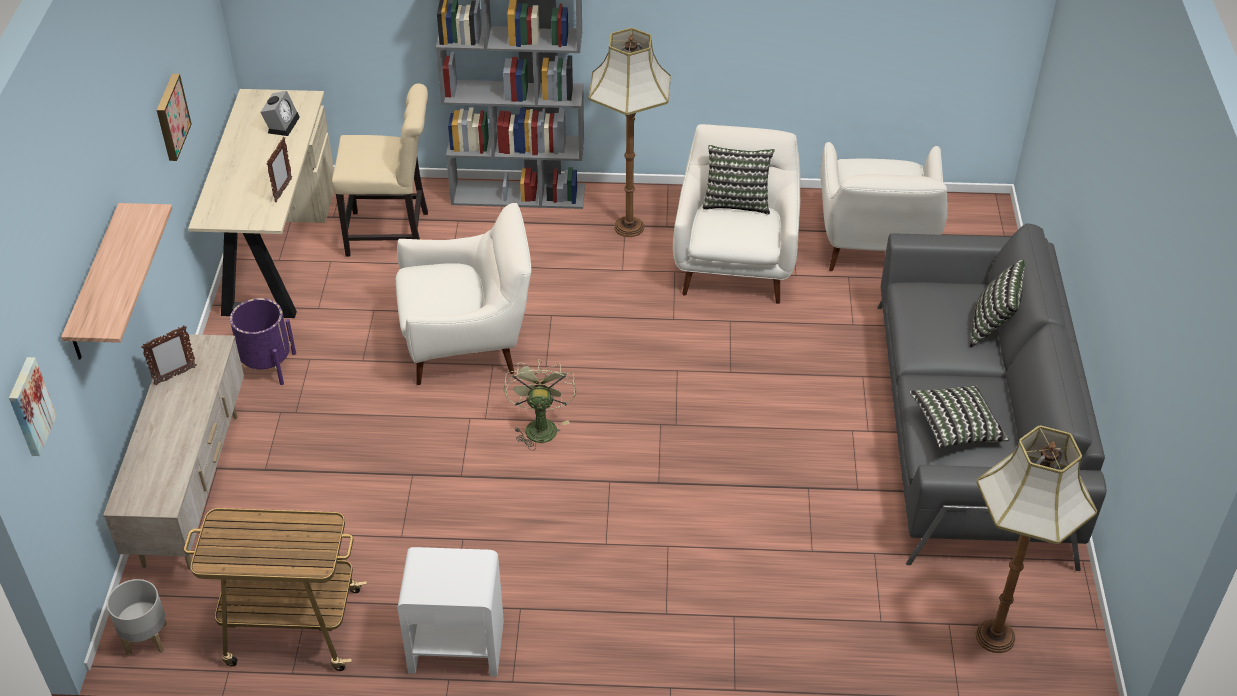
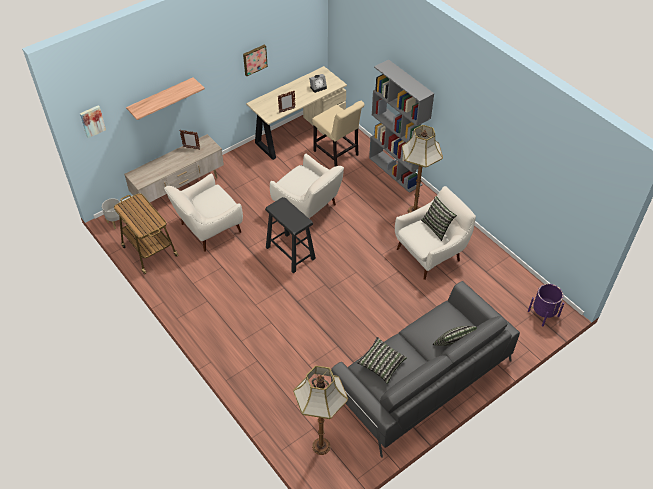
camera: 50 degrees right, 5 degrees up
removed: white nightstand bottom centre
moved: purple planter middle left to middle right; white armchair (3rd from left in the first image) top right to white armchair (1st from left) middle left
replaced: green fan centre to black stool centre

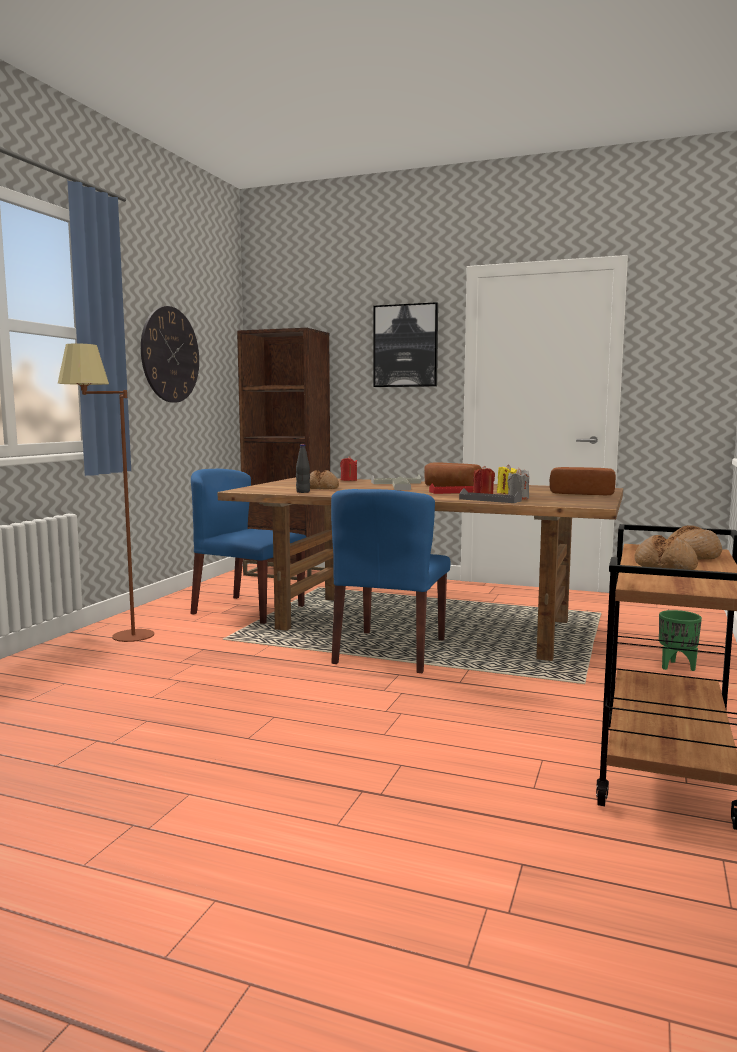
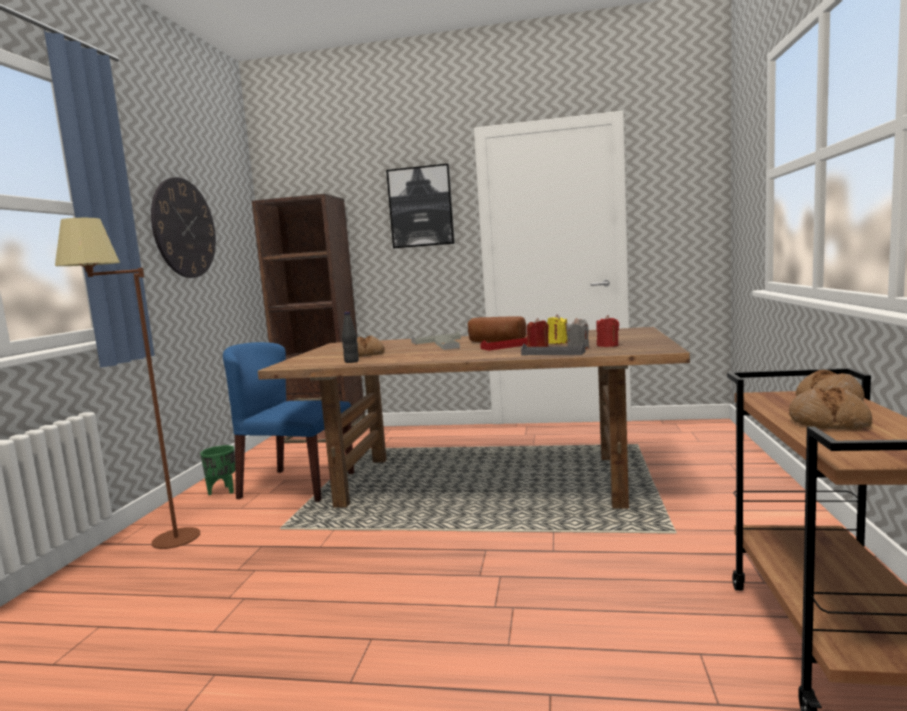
camera: 10 degrees left, 0 degrees up
removed: blue chair (2nd from left) centre; bread (3rd from left) middle right
moved: red candle (1st from left in the first image) centre to red candle (2nd from left) middle right; green planter middle right to middle left

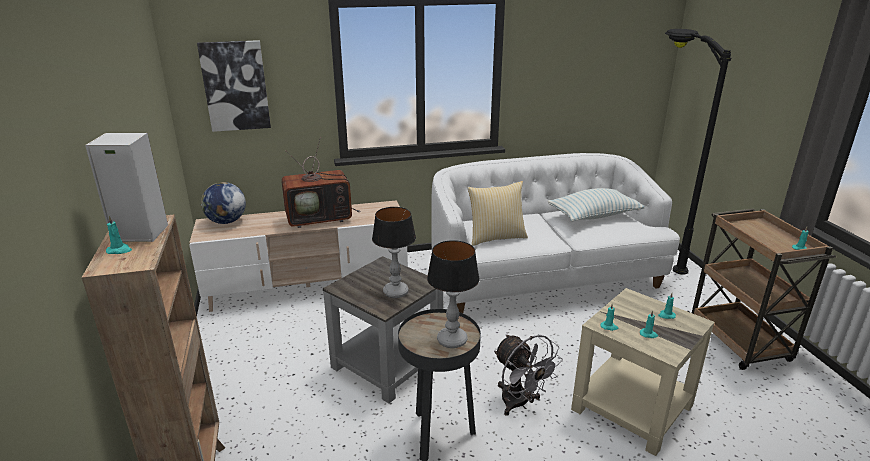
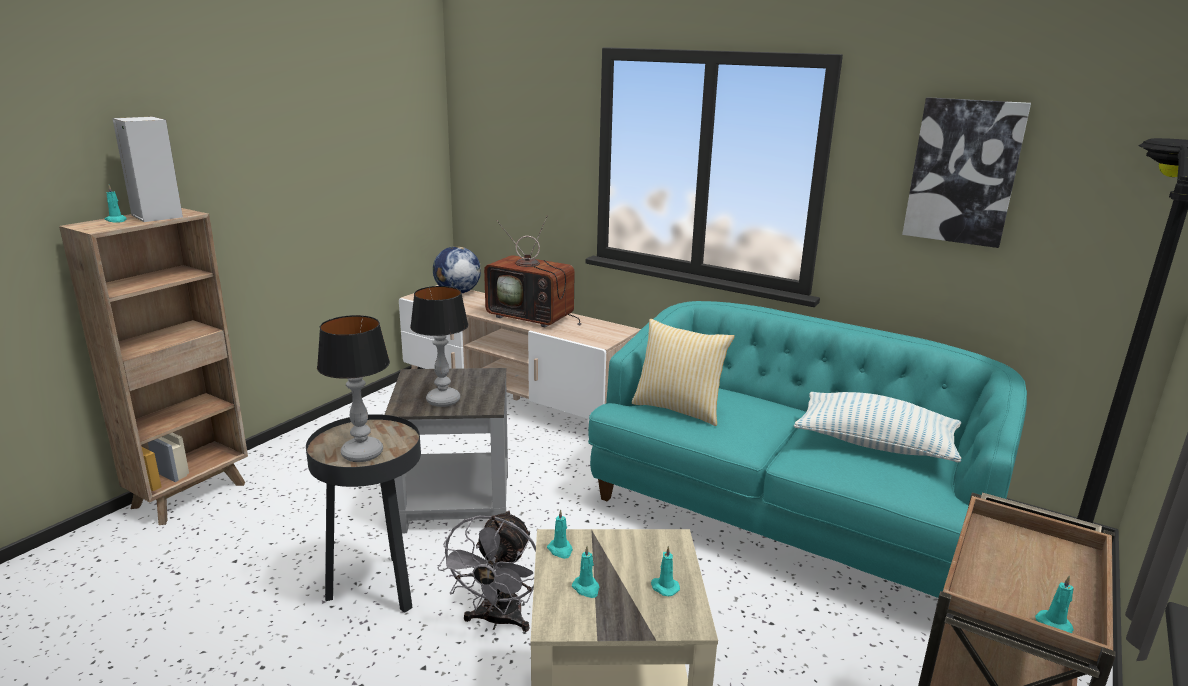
camera: 45 degrees right, 5 degrees down
moved: picture top left to top right
recoloured: white sofa centre to turquoise sofa middle right

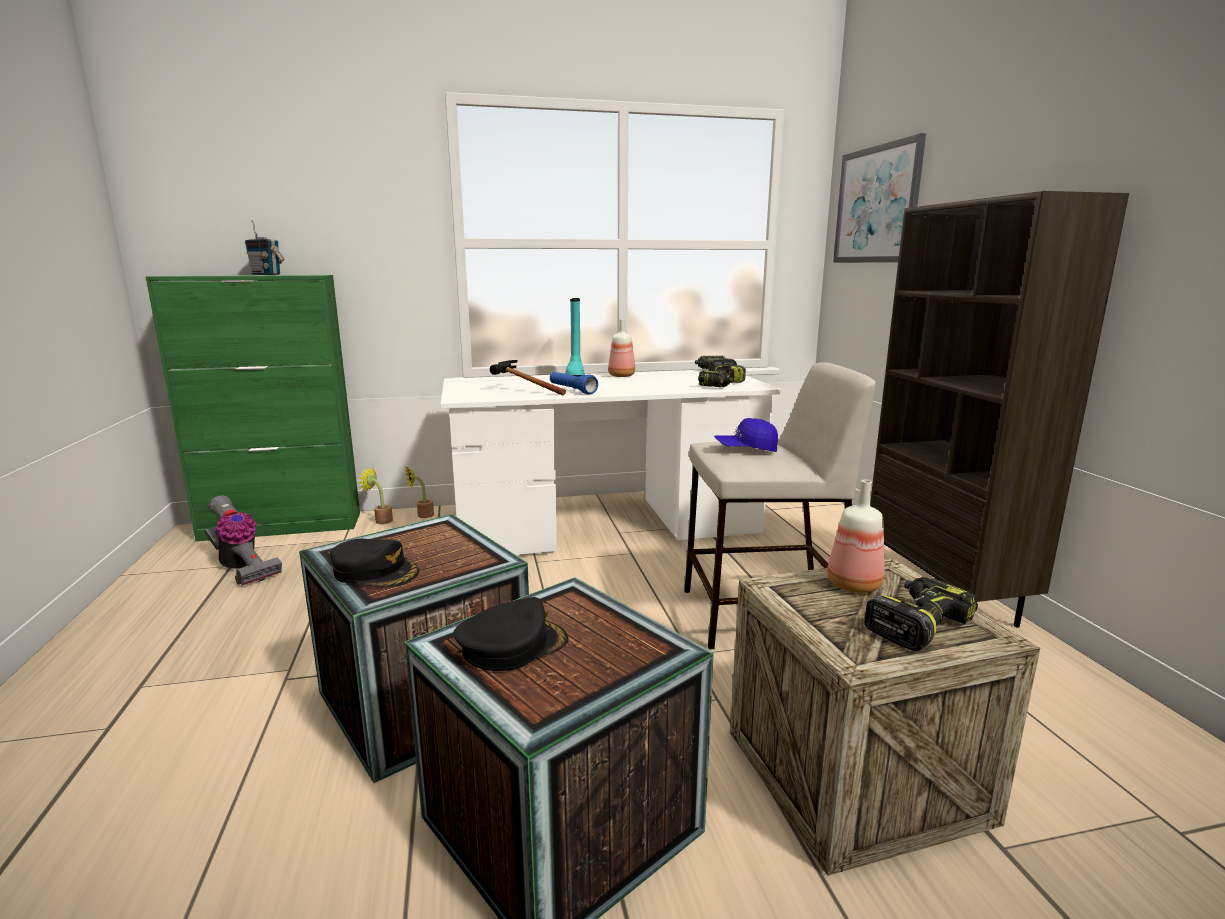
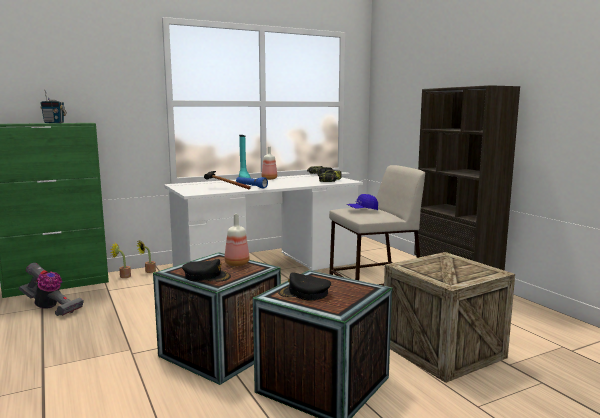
camera: 15 degrees left, 5 degrees down
removed: picture top right; power drill (3rd from left) bottom right
moved: bottle (2nd from left in the first image) middle right to bottle (1st from left) centre
turned: black cap (2nd from left) bottom centre = bottom centre 120 degrees counterclockwise

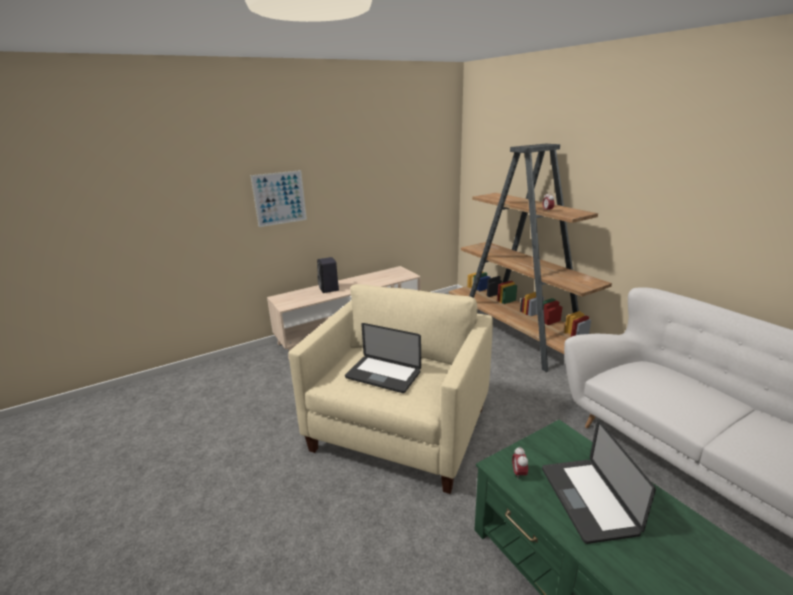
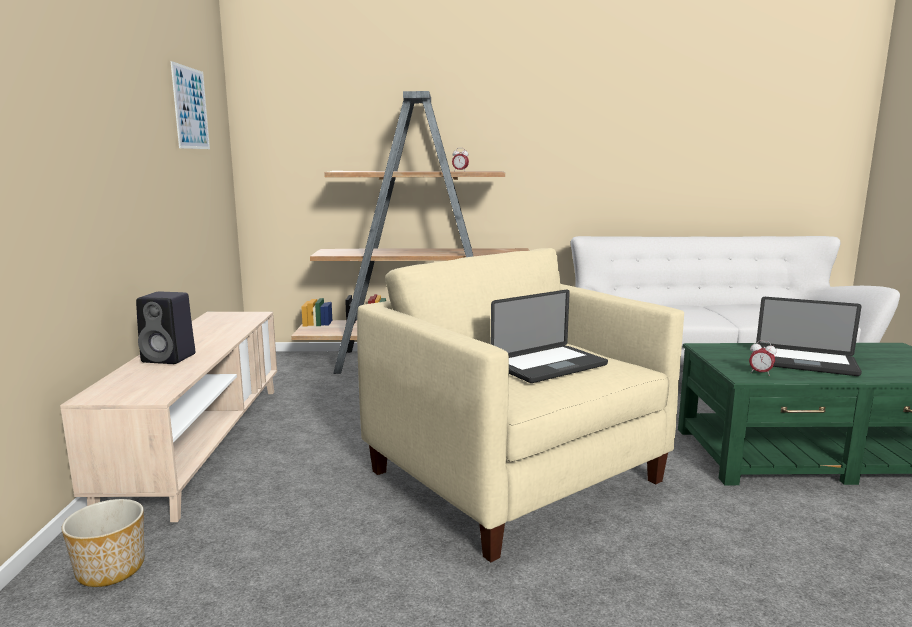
camera: 60 degrees left, 10 degrees down
added: planter bottom left
moved: picture top centre to top left

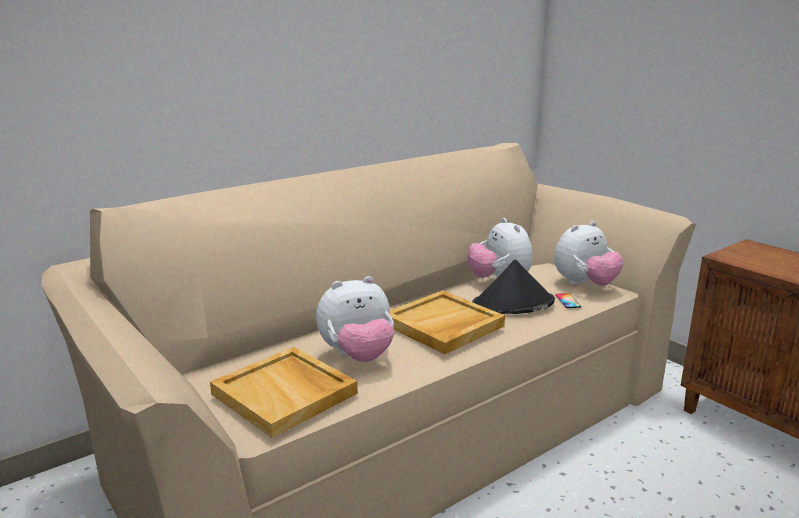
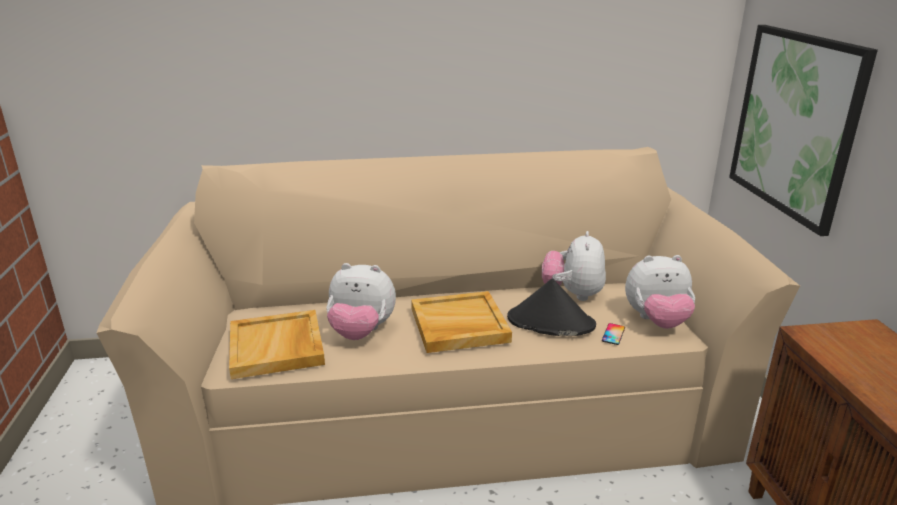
camera: 30 degrees right, 5 degrees up
added: picture top right

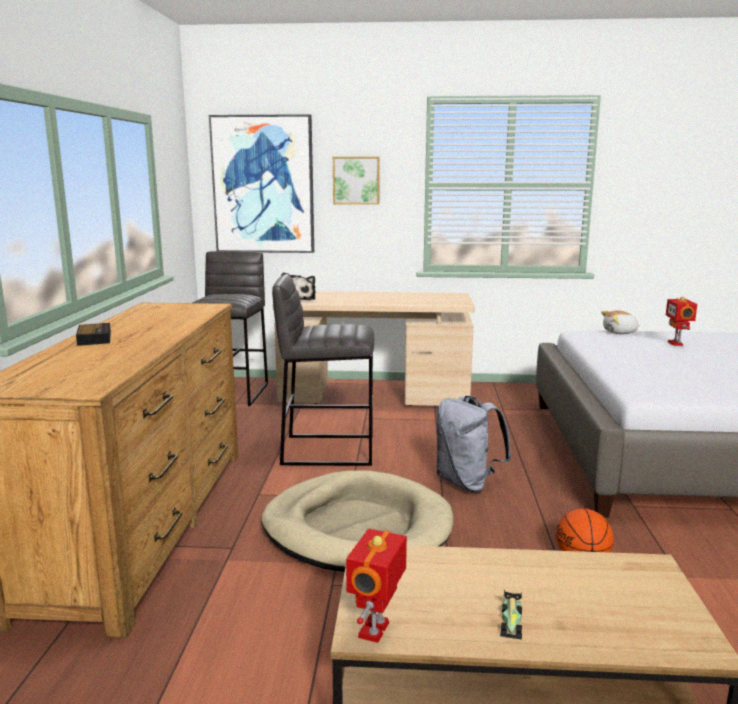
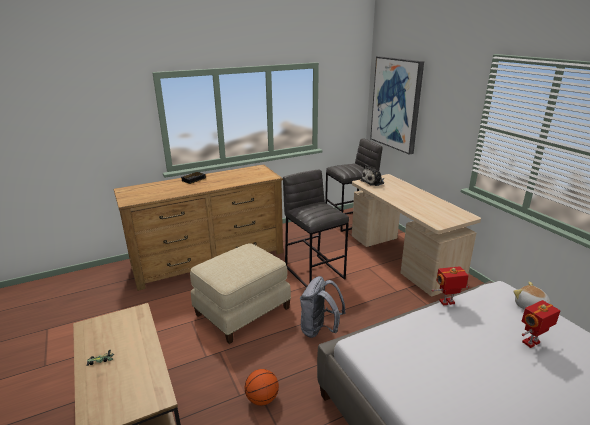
camera: 60 degrees right, 10 degrees up
removed: picture (2nd from left) top centre
moved: toy robot (1st from left) bottom centre to bottom right
replaced: beige dog bed bottom centre to beige ottoman bottom centre

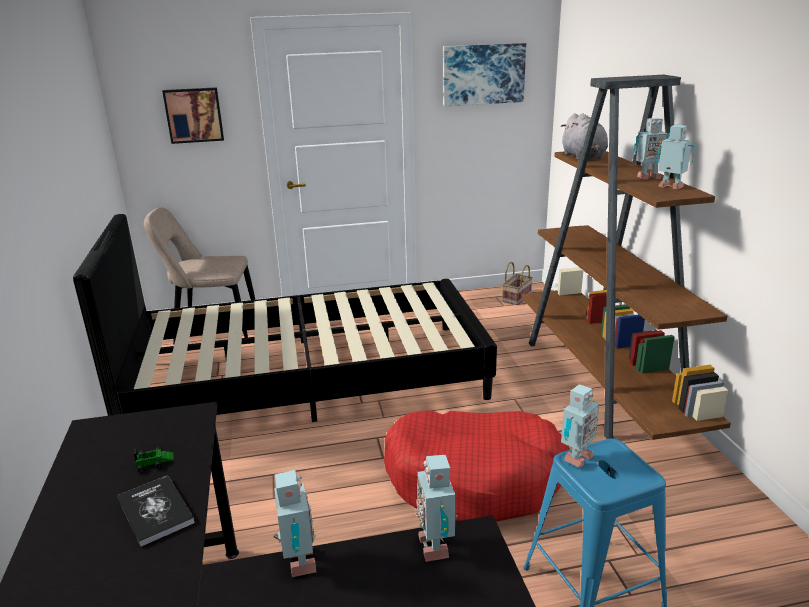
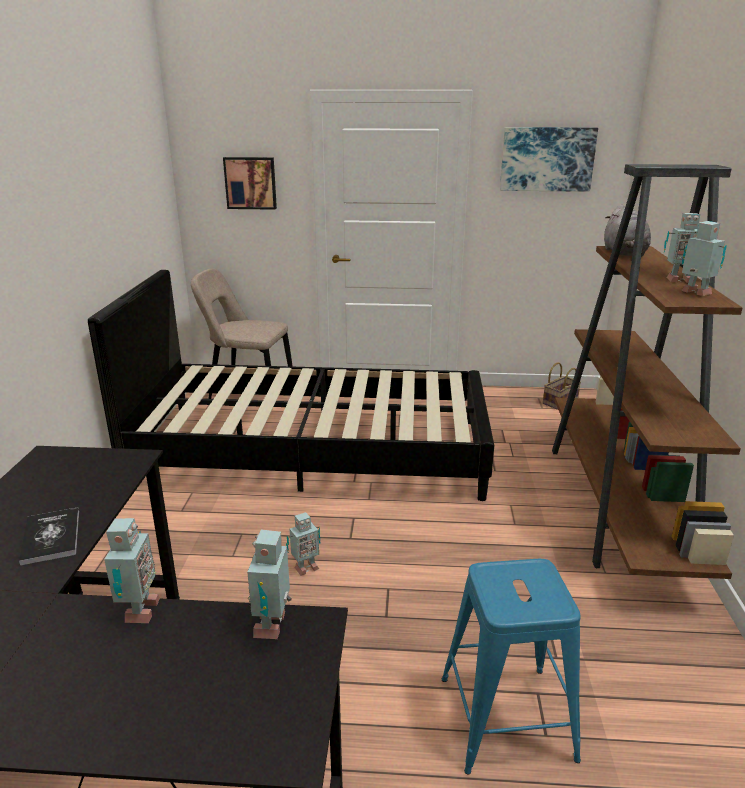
camera: 15 degrees right, 0 degrees up
removed: toy car bottom left; red dog bed bottom centre
moved: toy robot (3rd from left) bottom right to bottom centre

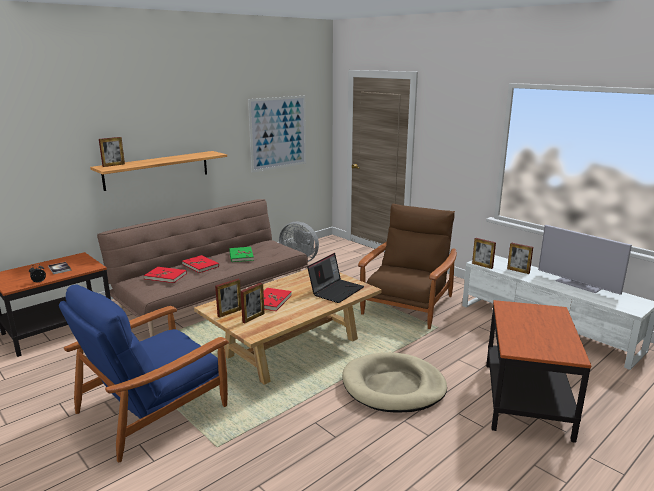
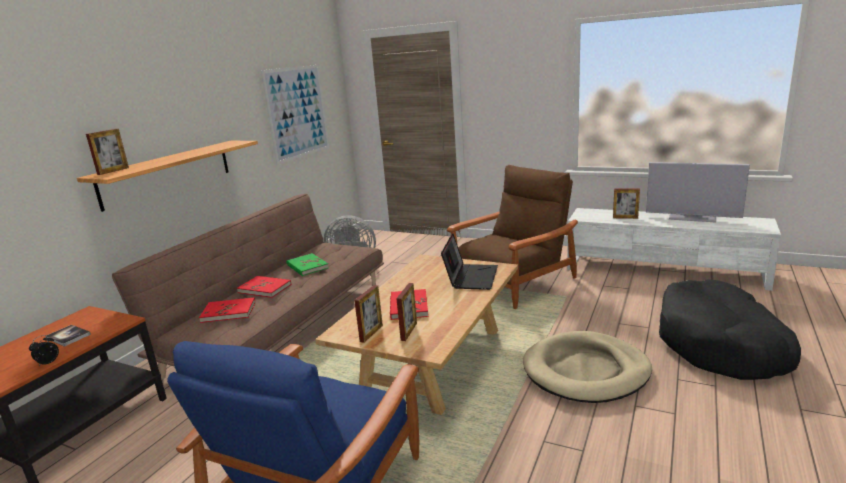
camera: 20 degrees left, 0 degrees up
removed: picture frame (4th from left) middle right
replaced: side table (2nd from left) bottom right to black dog bed bottom right
turned: brown armchair centre = centre 45 degrees clockwise

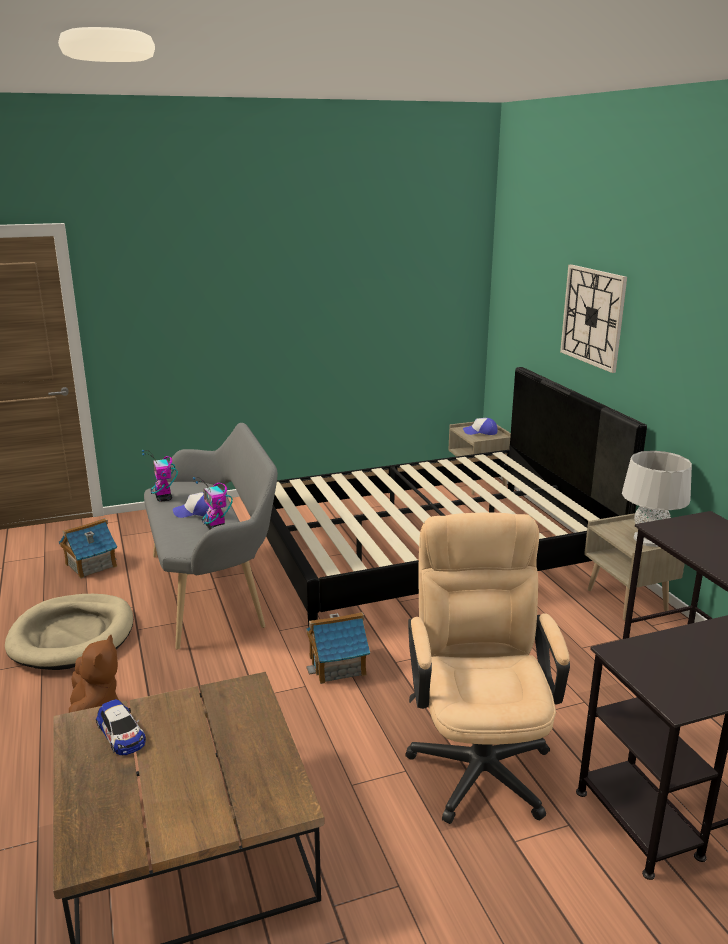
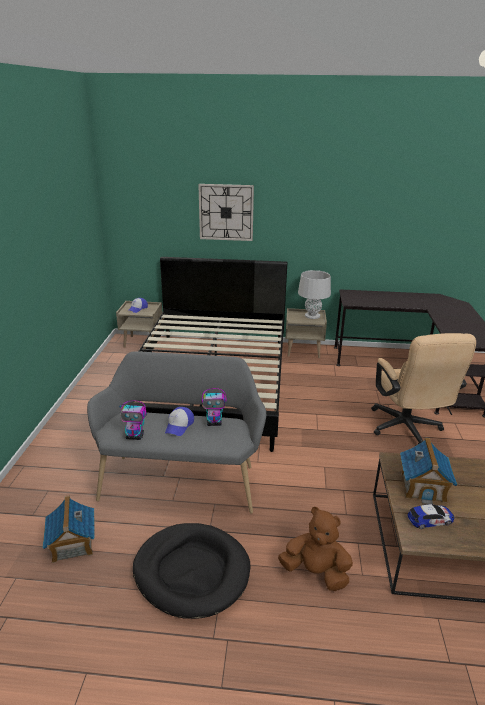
camera: 65 degrees left, 5 degrees up
moved: toy house (2nd from left) bottom centre to bottom right
recoloured: beige dog bed bottom left to black dog bed bottom centre
turned: beige office chair bottom right = middle right 120 degrees counterclockwise

